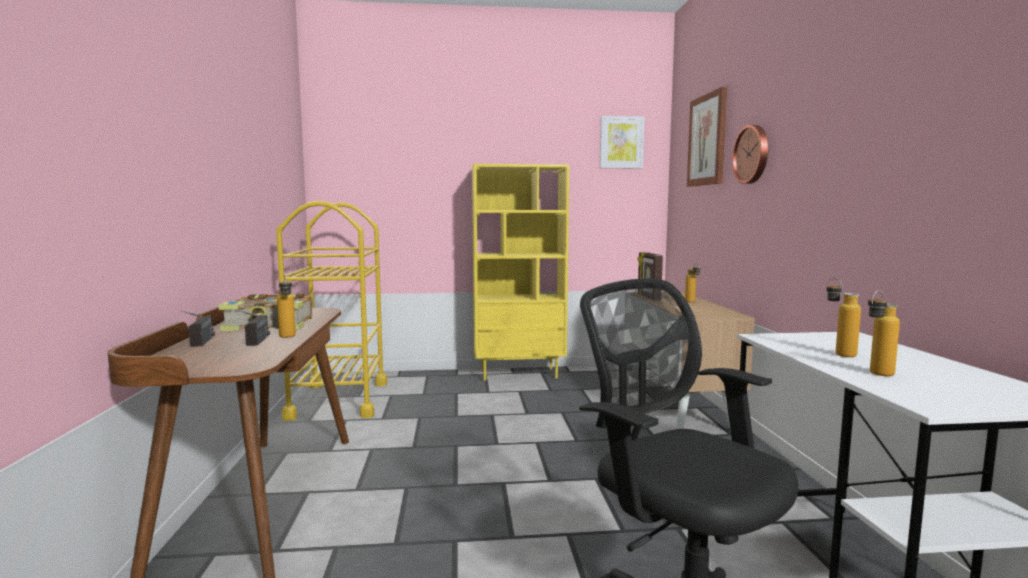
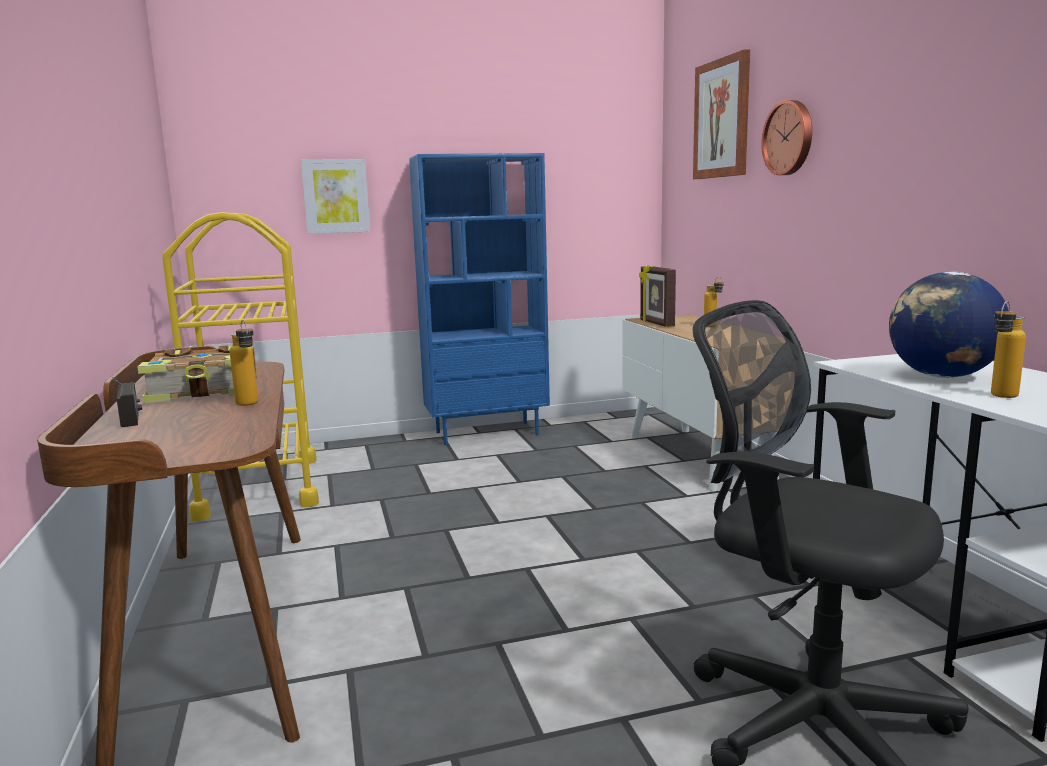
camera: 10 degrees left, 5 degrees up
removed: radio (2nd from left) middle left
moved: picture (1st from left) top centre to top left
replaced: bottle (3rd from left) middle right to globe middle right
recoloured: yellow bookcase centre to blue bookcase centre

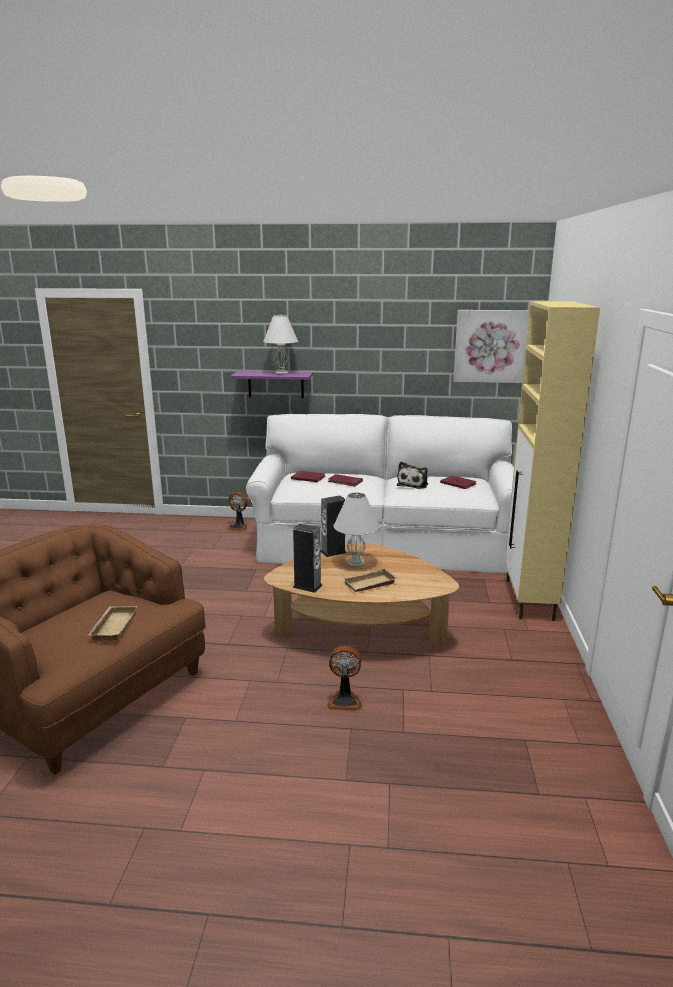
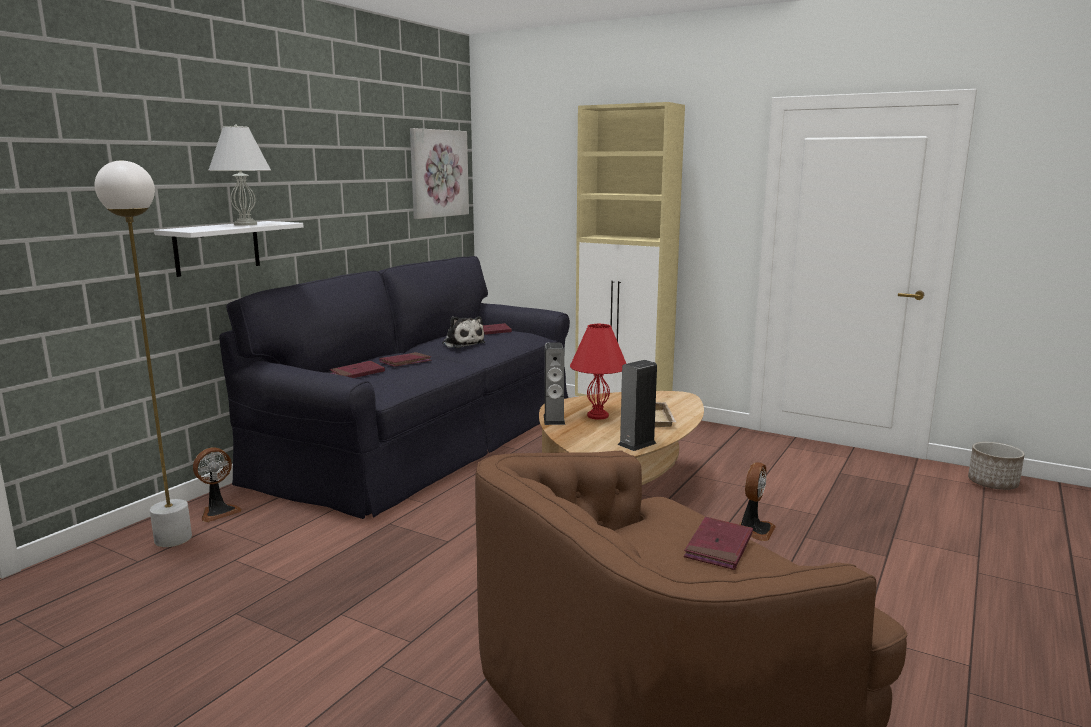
camera: 65 degrees left, 5 degrees down
added: white floor lamp middle left; planter middle right
replaced: beige tray (1st from left) middle left to red book (4th from left) bottom centre
recoloured: purple shelf centre to white shelf middle left; white sofa centre to black sofa centre; white table lamp (2nd from left) centre to red table lamp centre

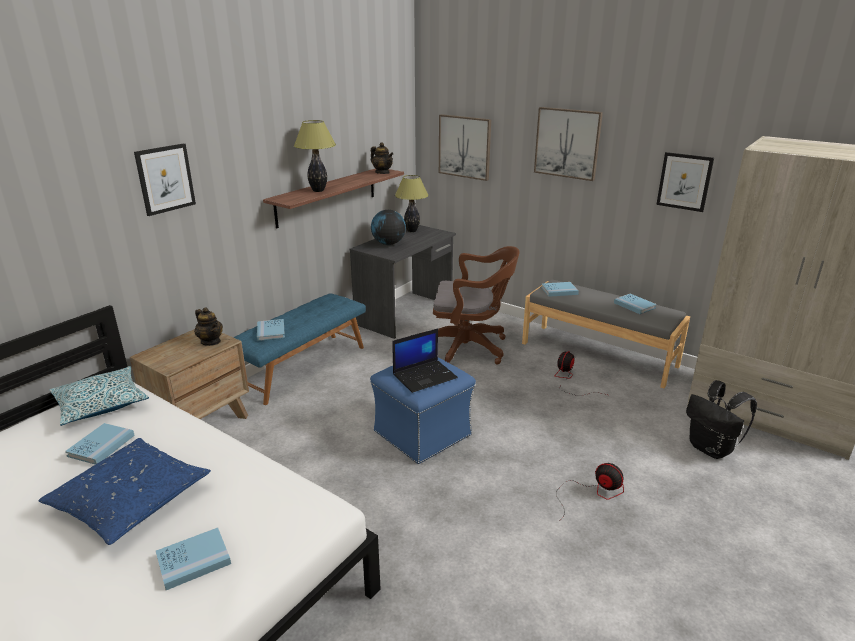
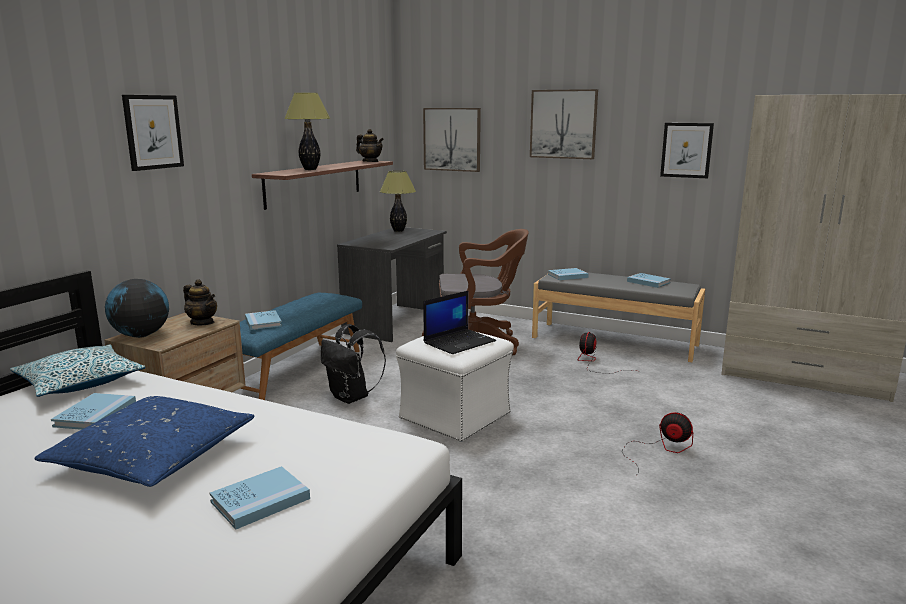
camera: 10 degrees left, 10 degrees down
moved: globe centre to middle left; black backpack middle right to centre
recoloured: blue ottoman centre to white ottoman centre

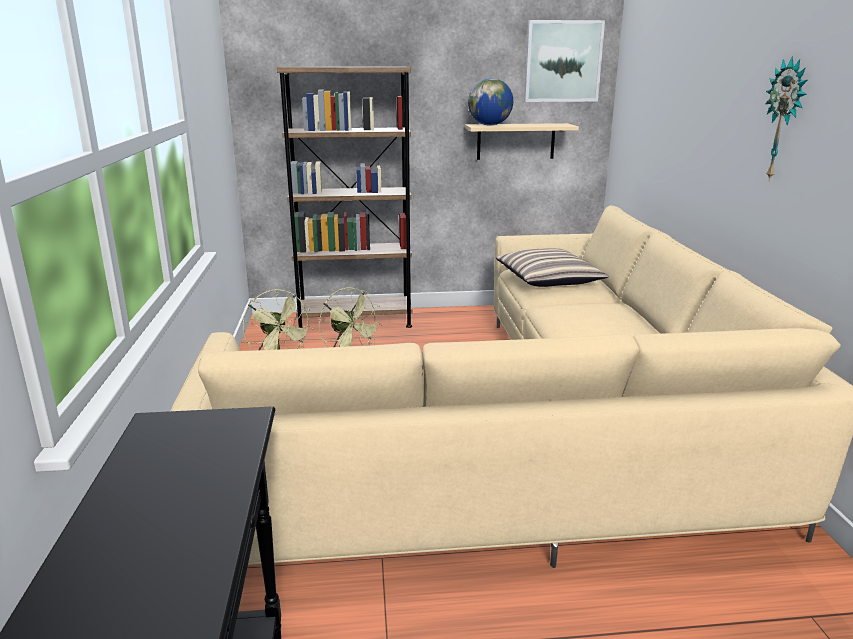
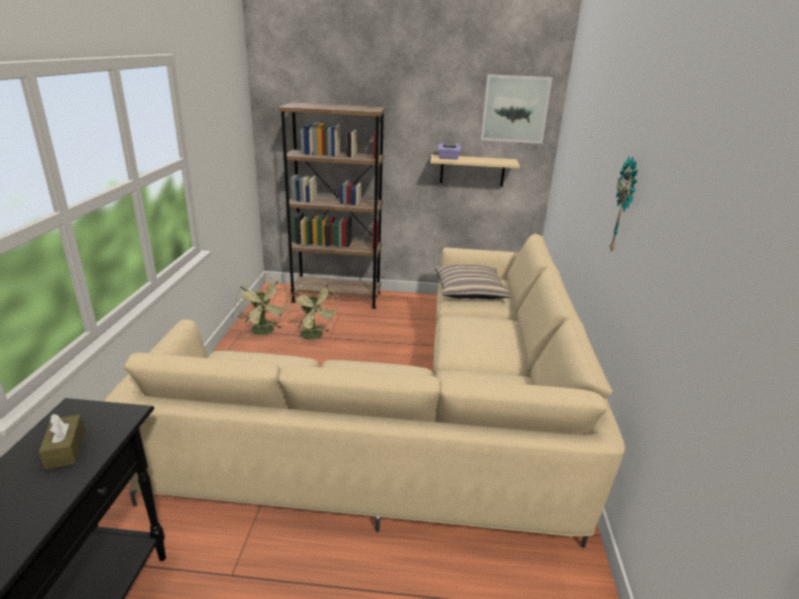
camera: 10 degrees right, 5 degrees up
added: brown tissue box bottom left
replaced: globe top centre to purple tissue box top centre

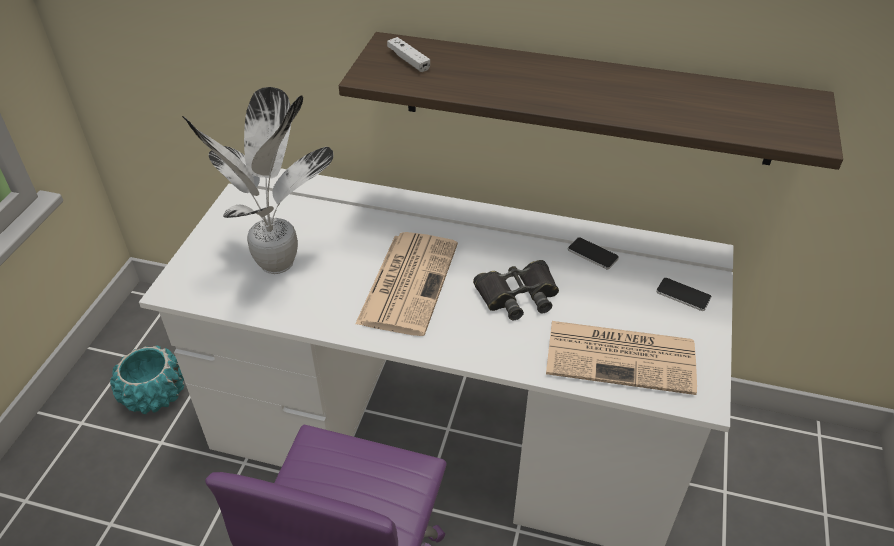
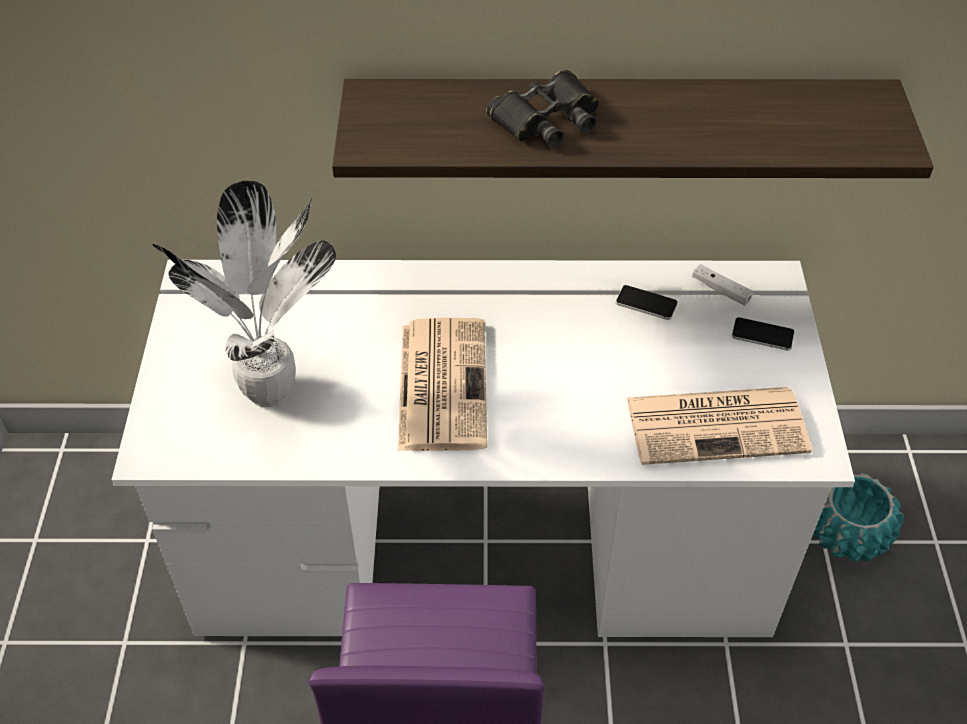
camera: 15 degrees left, 5 degrees up
moved: turquoise planter bottom left to bottom right; white game controller top centre to middle right; black binoculars centre to top centre

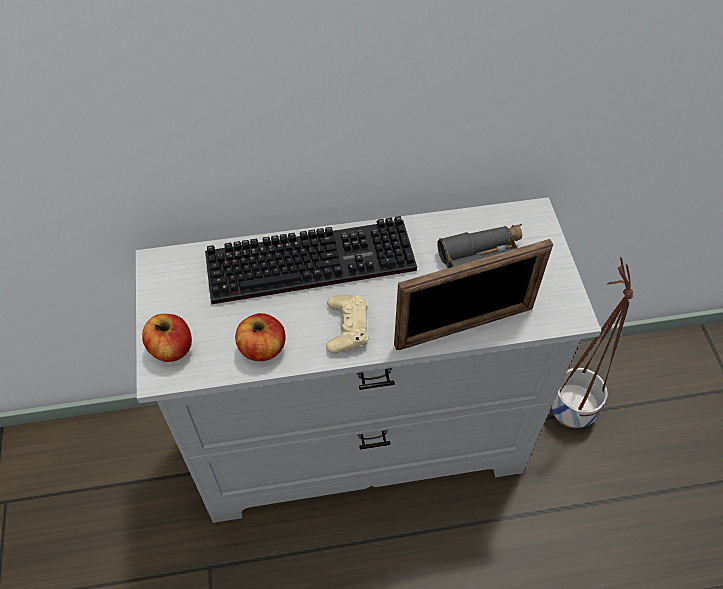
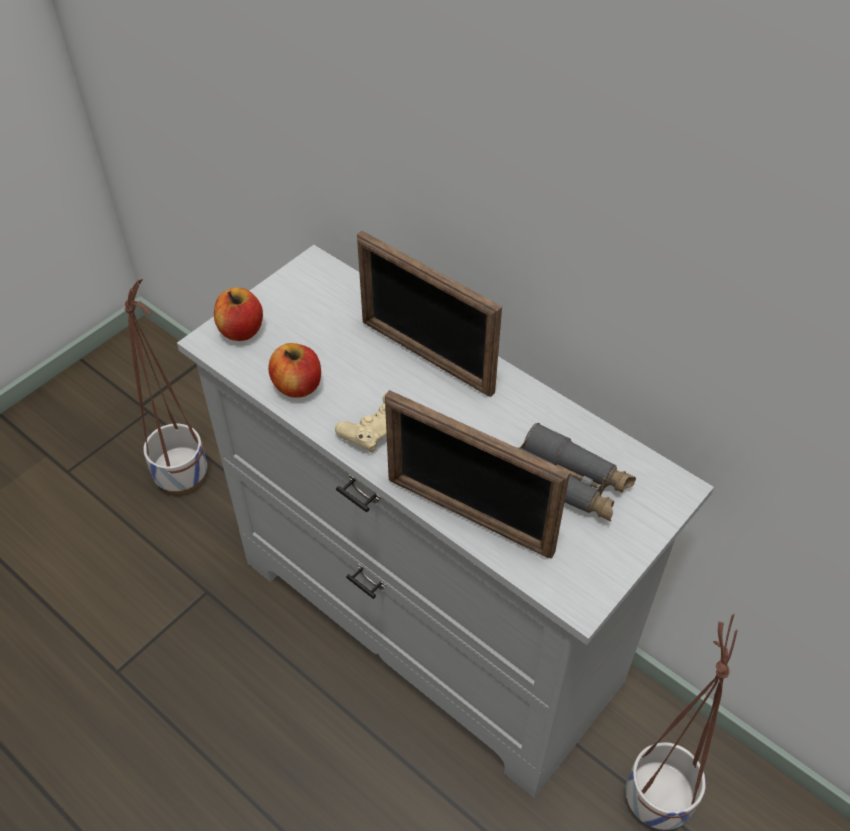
camera: 50 degrees right, 5 degrees down
added: planter (1st from left) middle left
replaced: keyboard centre to picture frame (1st from left) centre

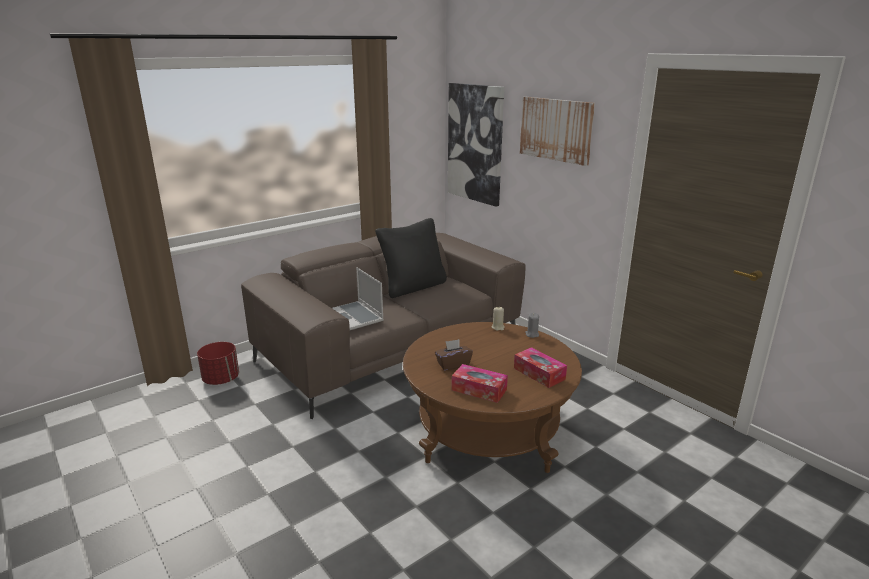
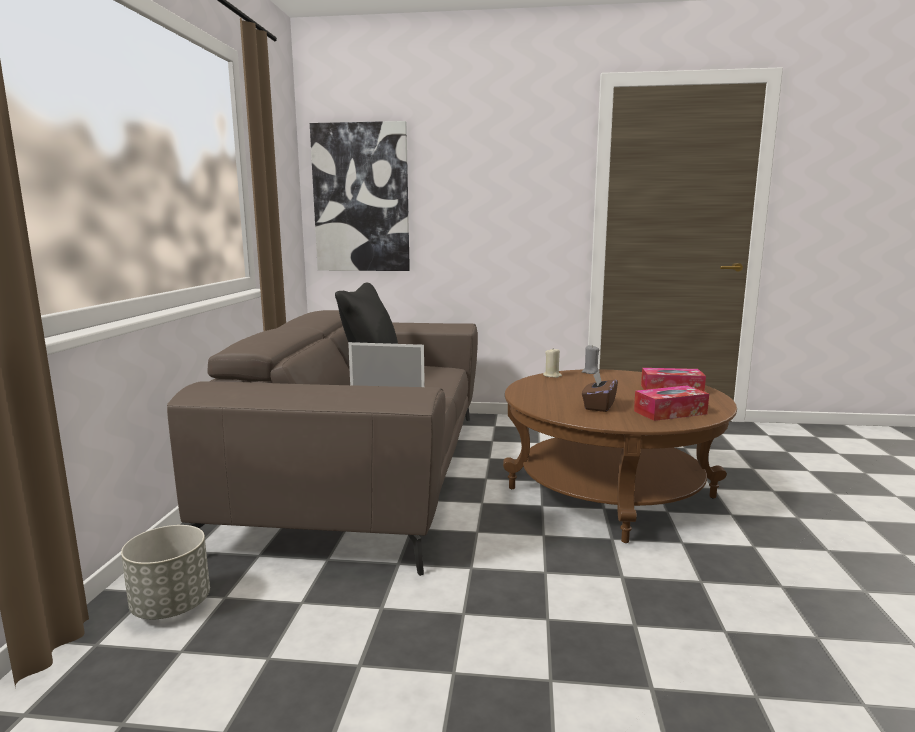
camera: 45 degrees left, 10 degrees down
removed: picture (2nd from left) top centre
recoloured: red planter middle left to grey planter bottom left

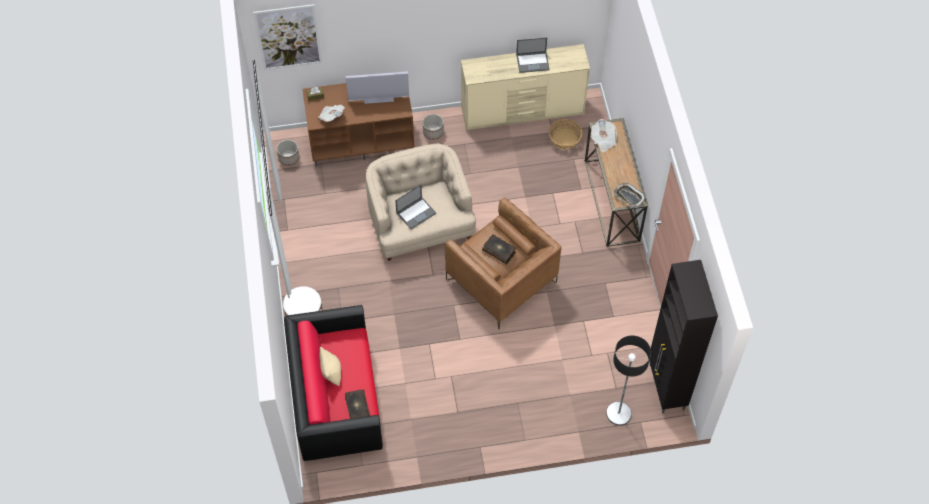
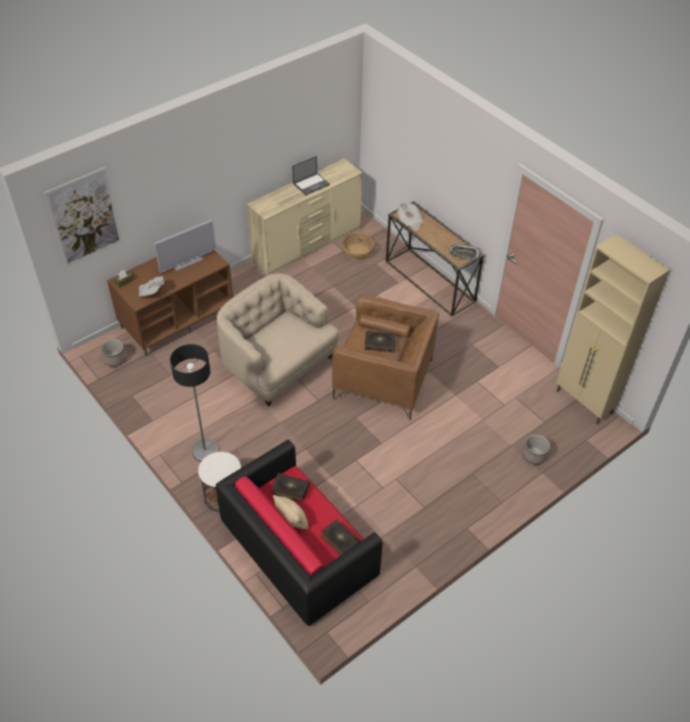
camera: 30 degrees left, 10 degrees down
removed: laptop (1st from left) centre
added: book (1st from left) bottom centre
moved: planter (2nd from left) top centre to middle right; floor lamp bottom right to middle left
recoloured: black cabinet bottom right to beige cabinet middle right

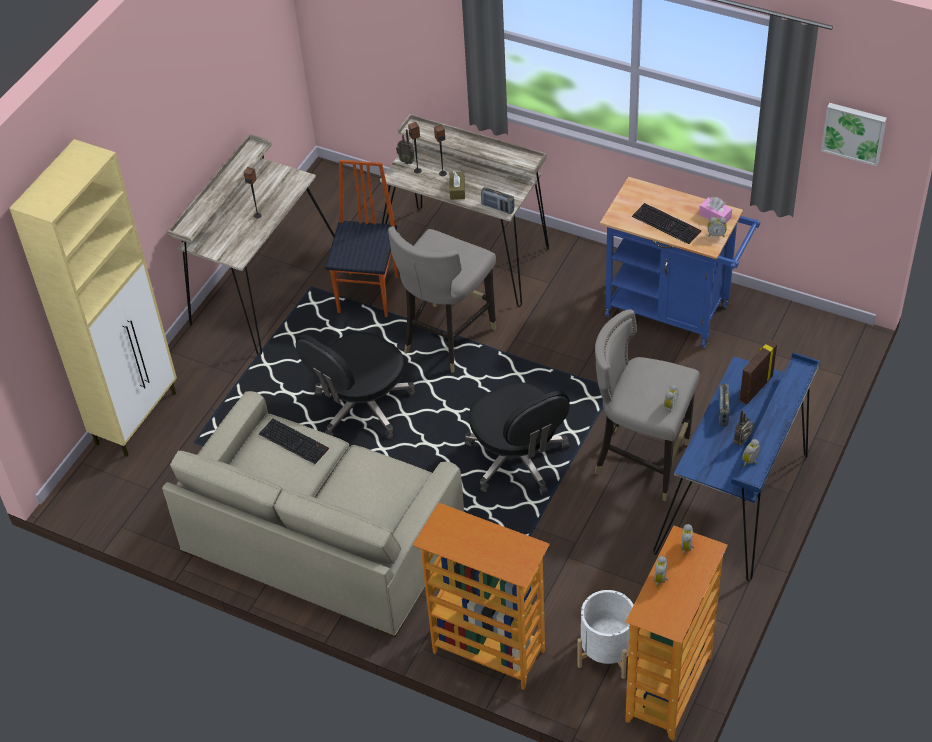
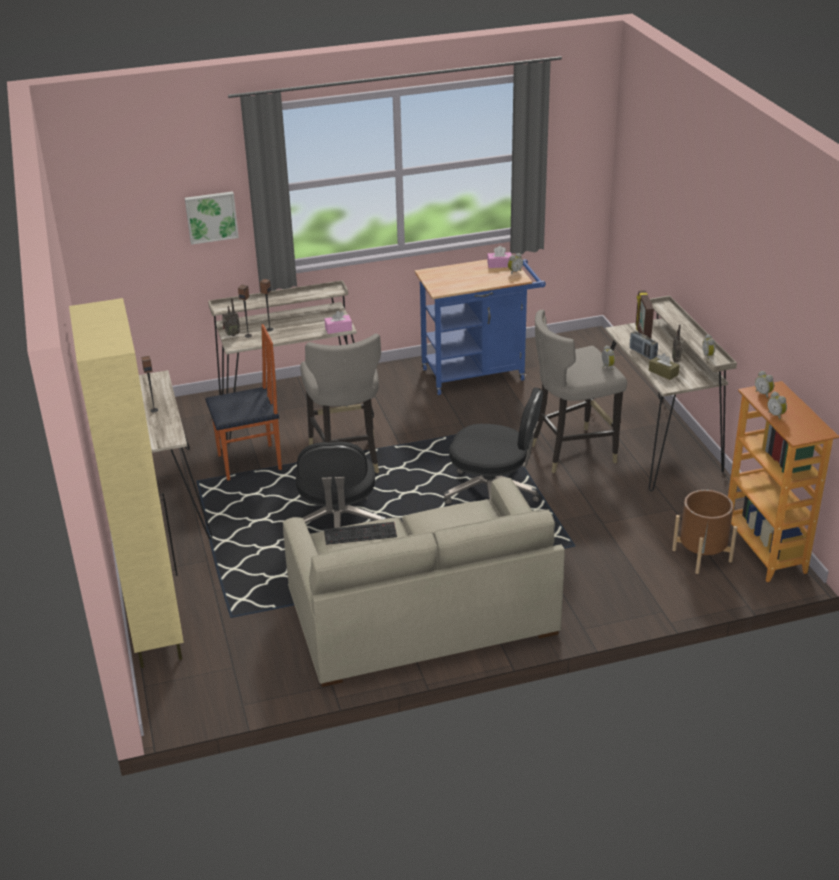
camera: 45 degrees left, 15 degrees down
removed: bookcase (1st from left) bottom centre; keyboard (2nd from left) top right
moved: brown tissue box top centre to middle right; picture top right to top left
replaced: radio (2nd from left) top centre to pink tissue box (1st from left) centre
recoloured: white planter bottom centre to brown planter middle right; blue desk middle right to beige desk (3rd from left) middle right
turned: chair top centre = middle left 105 degrees clockwise

